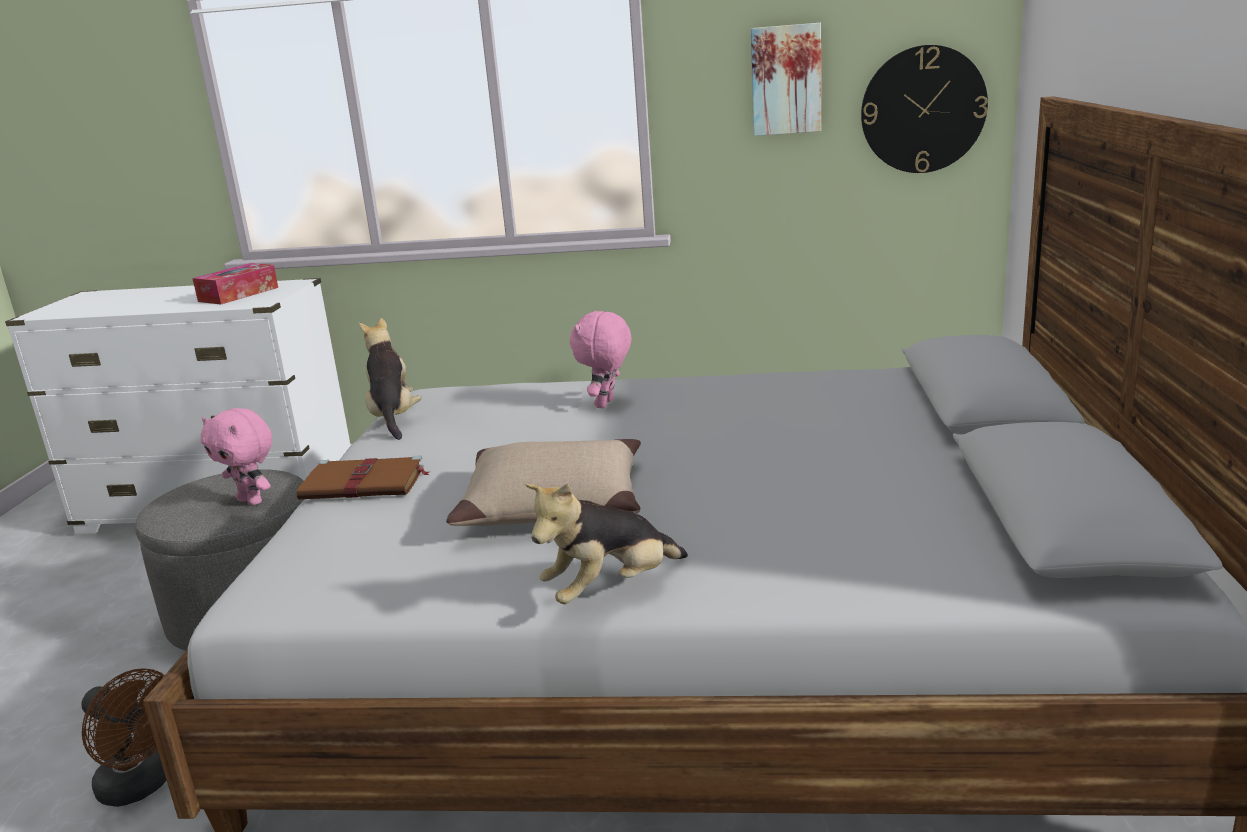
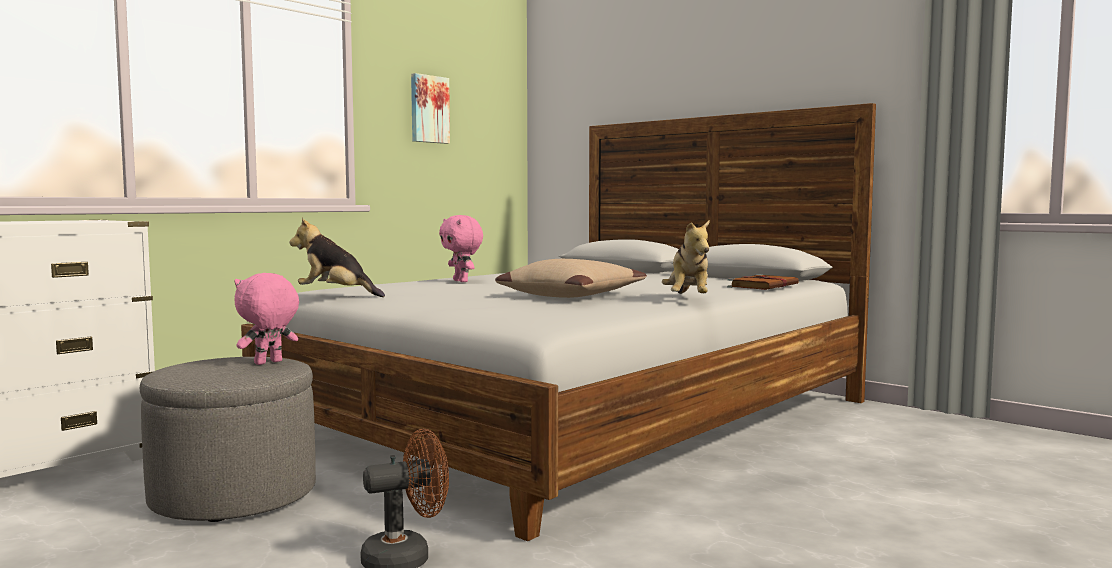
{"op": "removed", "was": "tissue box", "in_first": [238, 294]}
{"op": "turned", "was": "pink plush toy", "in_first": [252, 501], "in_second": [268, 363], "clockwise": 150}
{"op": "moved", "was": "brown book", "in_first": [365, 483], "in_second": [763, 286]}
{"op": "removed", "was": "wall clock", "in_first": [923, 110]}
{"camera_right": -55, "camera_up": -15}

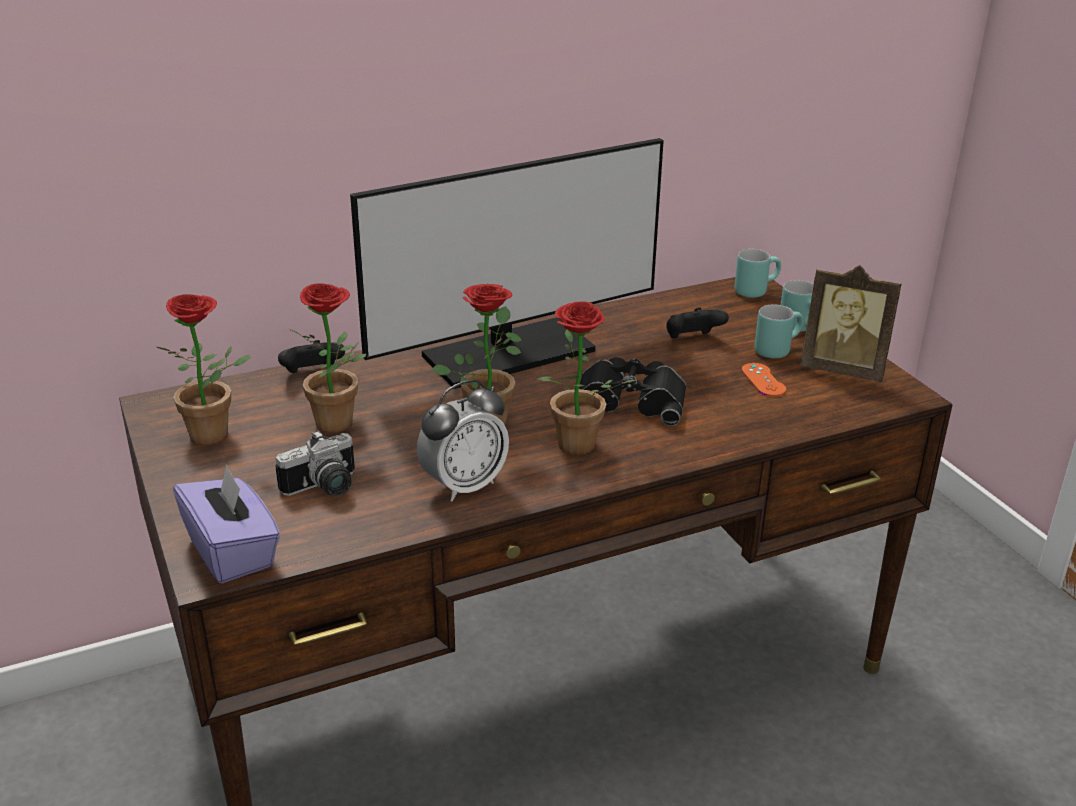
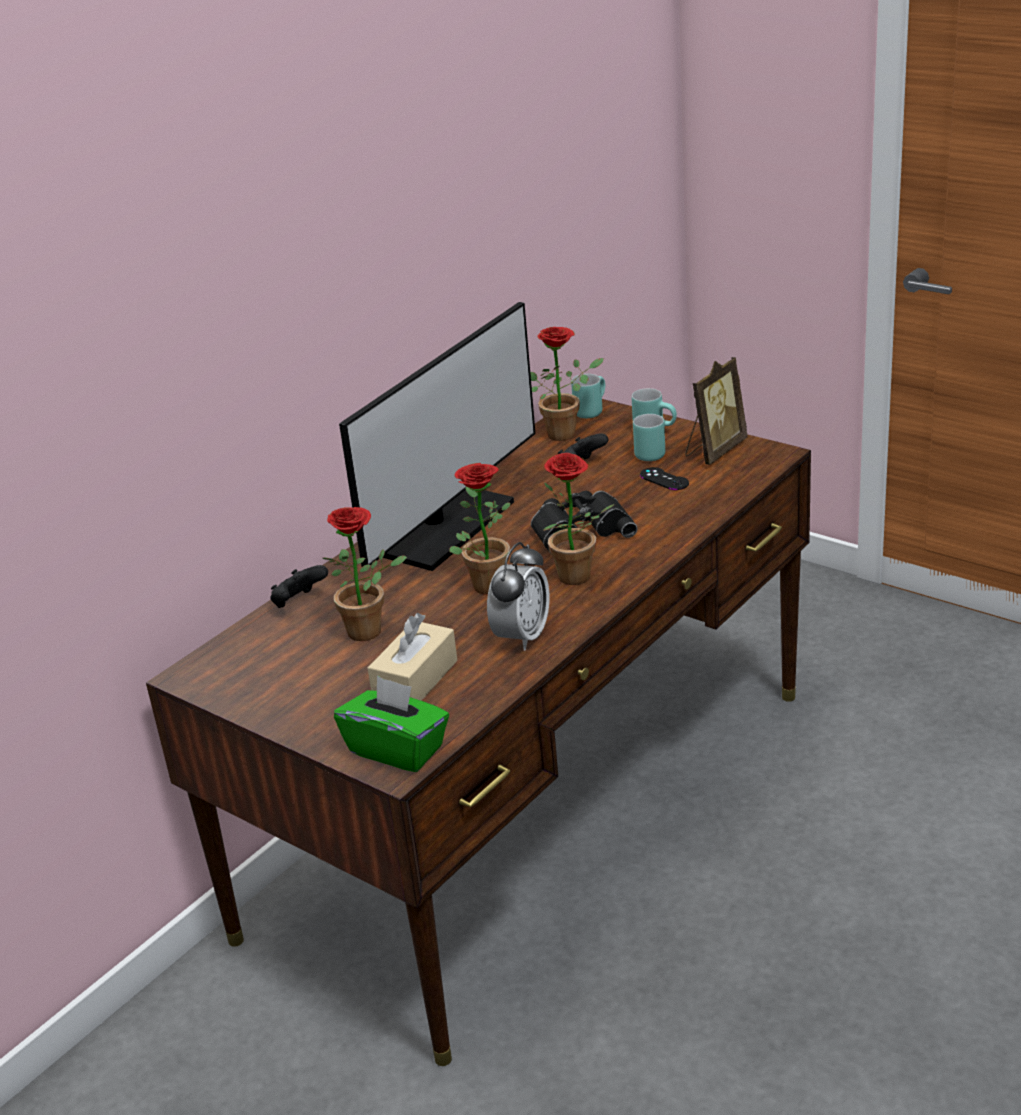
{"op": "moved", "was": "potted plant", "in_first": [217, 435], "in_second": [567, 433]}
{"op": "recoloured", "was": "purple tissue box", "now": "green tissue box", "in_first": [232, 551], "in_second": [397, 749]}
{"op": "replaced", "was": "photo camera", "now": "beige tissue box", "in_first": [324, 488], "in_second": [415, 680]}
{"op": "recoloured", "was": "orange game controller", "now": "black game controller", "in_first": [763, 380], "in_second": [664, 479]}
{"op": "turned", "was": "picture frame", "in_first": [843, 369], "in_second": [714, 451], "clockwise": -45}
{"camera_right": -25, "camera_up": 0}

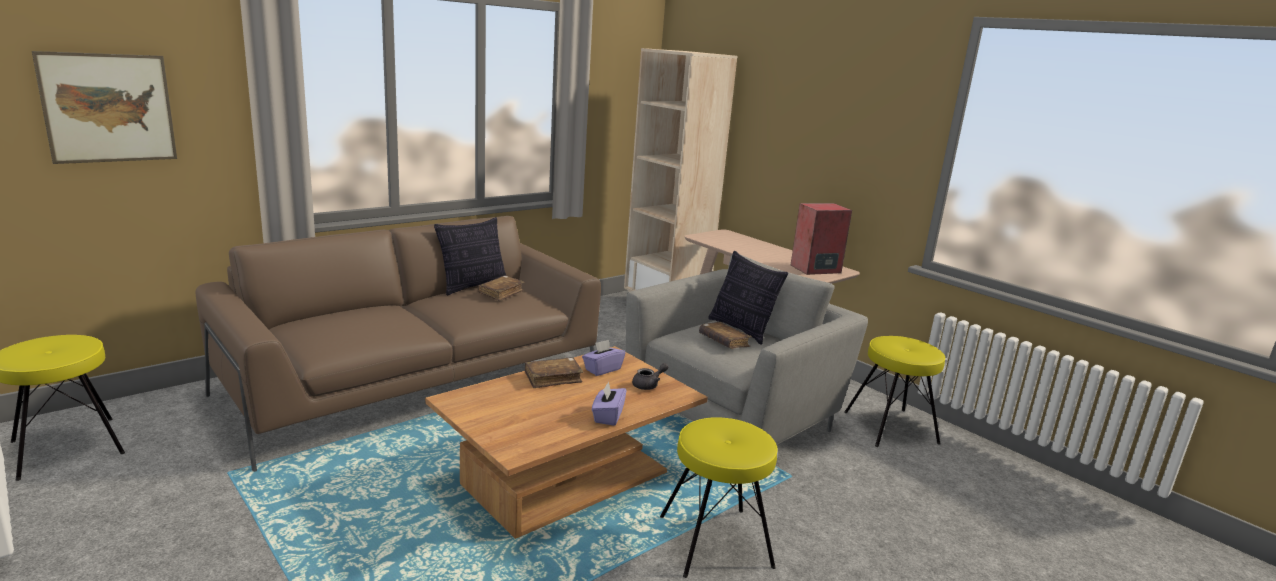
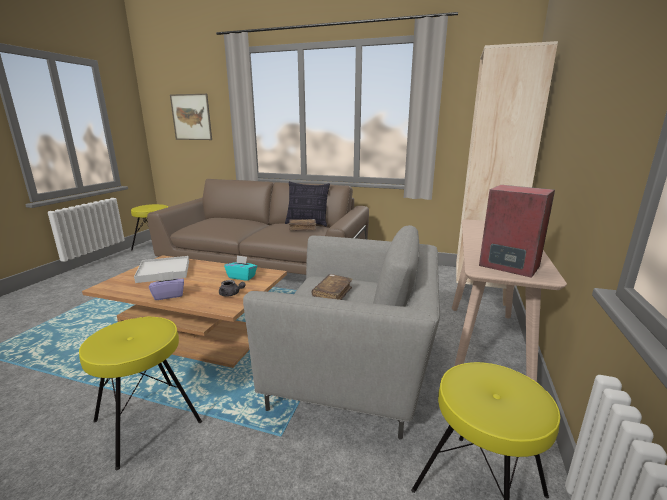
{"op": "removed", "was": "brown book", "in_first": [553, 378]}
{"op": "recoloured", "was": "purple tissue box", "now": "turquoise tissue box", "in_first": [602, 369], "in_second": [242, 277]}
{"op": "removed", "was": "pillow", "in_first": [741, 330]}
{"op": "added", "now": "white tray", "in_second": [164, 271]}
{"camera_right": 60, "camera_up": 0}

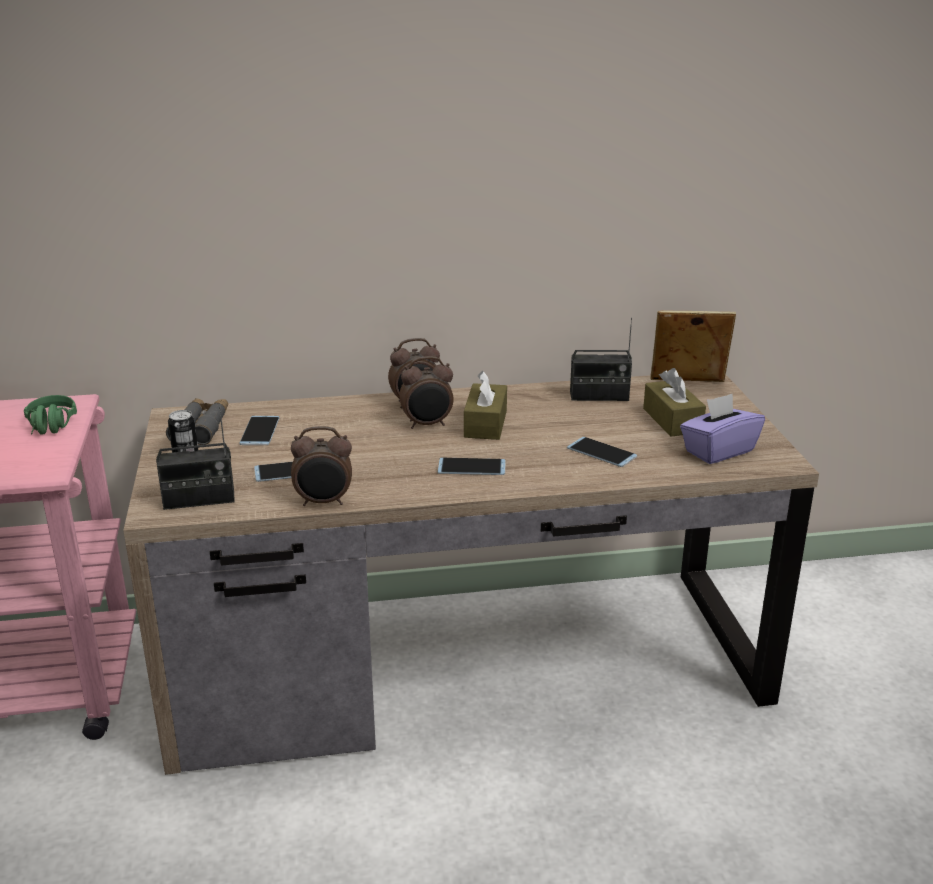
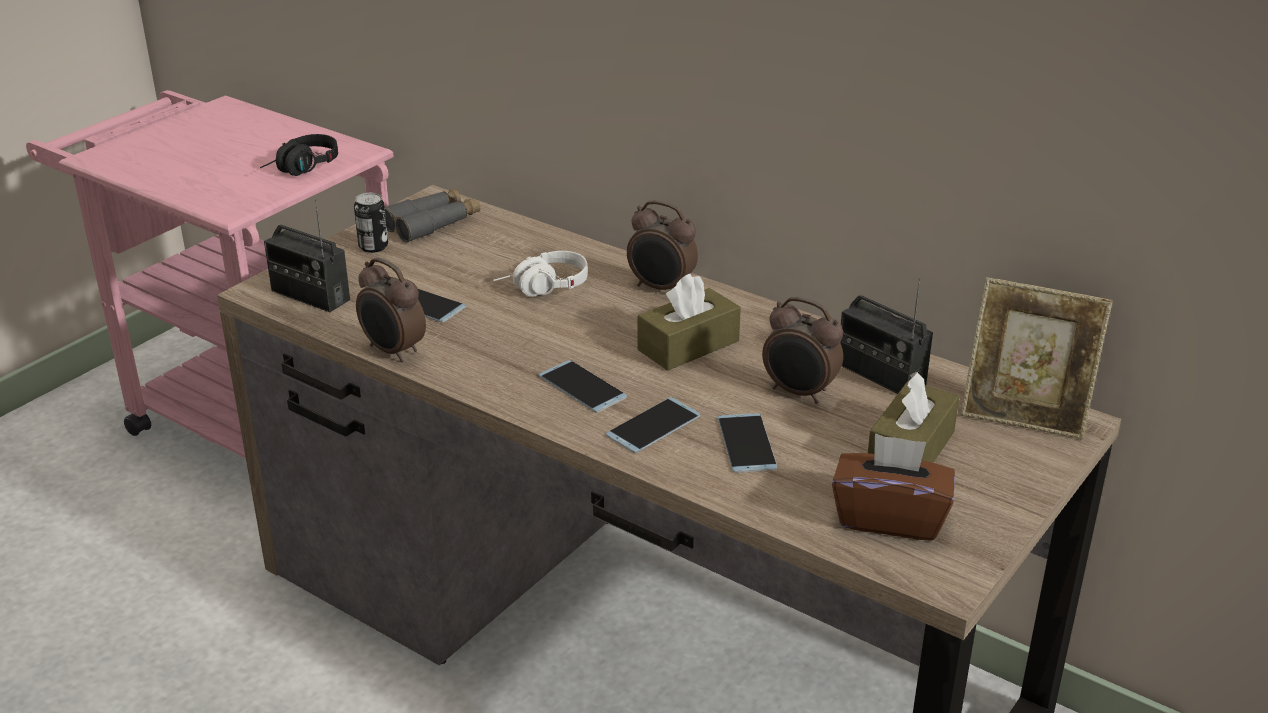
{"op": "recoloured", "was": "green headphones", "now": "black headphones", "in_first": [51, 428], "in_second": [301, 169]}
{"op": "moved", "was": "phone", "in_first": [260, 431], "in_second": [653, 426]}
{"op": "moved", "was": "alarm clock", "in_first": [427, 425], "in_second": [799, 393]}
{"op": "turned", "was": "picture frame", "in_first": [687, 386], "in_second": [1024, 416], "clockwise": 150}
{"op": "recoloured", "was": "purple tissue box", "now": "brown tissue box", "in_first": [718, 451], "in_second": [889, 518]}
{"op": "added", "now": "white headphones", "in_second": [542, 288]}
{"camera_right": 45, "camera_up": 5}

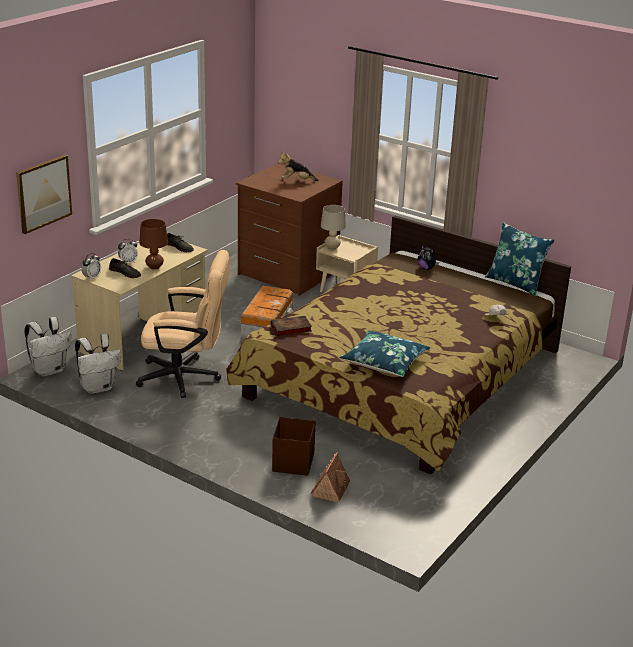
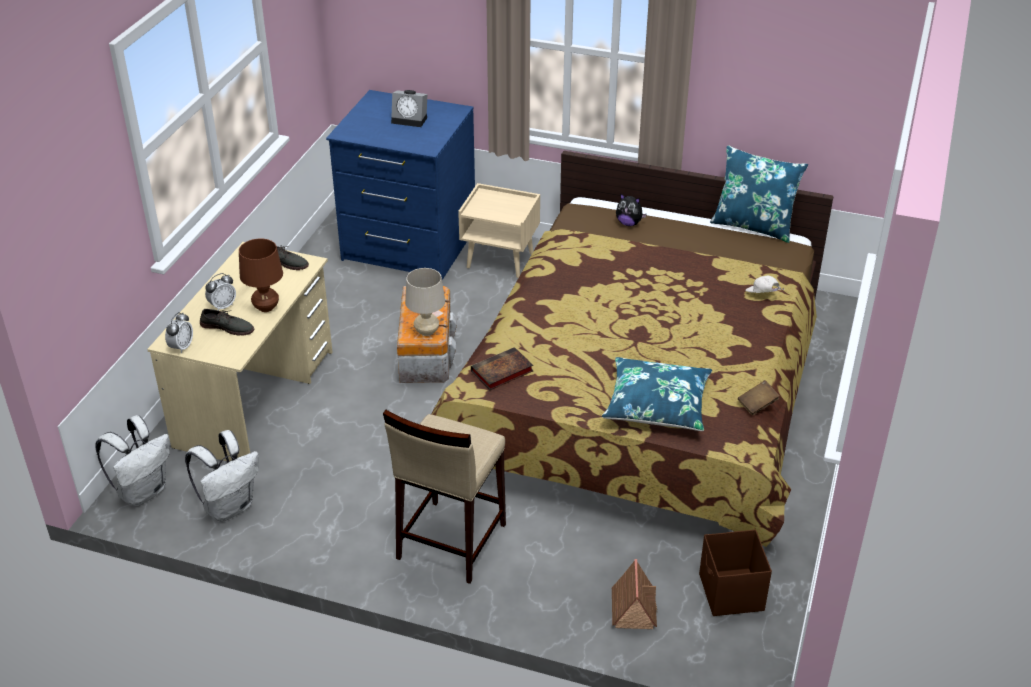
{"op": "removed", "was": "picture", "in_first": [43, 193]}
{"op": "removed", "was": "beige office chair", "in_first": [186, 377]}
{"op": "recoloured", "was": "brown dresser", "now": "blue dresser", "in_first": [287, 273], "in_second": [408, 245]}
{"op": "moved", "was": "brown storage box", "in_first": [292, 463], "in_second": [731, 593]}
{"op": "replaced", "was": "plush toy", "now": "alarm clock", "in_first": [296, 181], "in_second": [411, 119]}
{"op": "moved", "was": "beige table lamp", "in_first": [332, 248], "in_second": [426, 332]}
{"op": "added", "now": "beige stool", "in_second": [450, 541]}
{"op": "added", "now": "brown book", "in_second": [757, 405]}
{"camera_right": -15, "camera_up": 10}

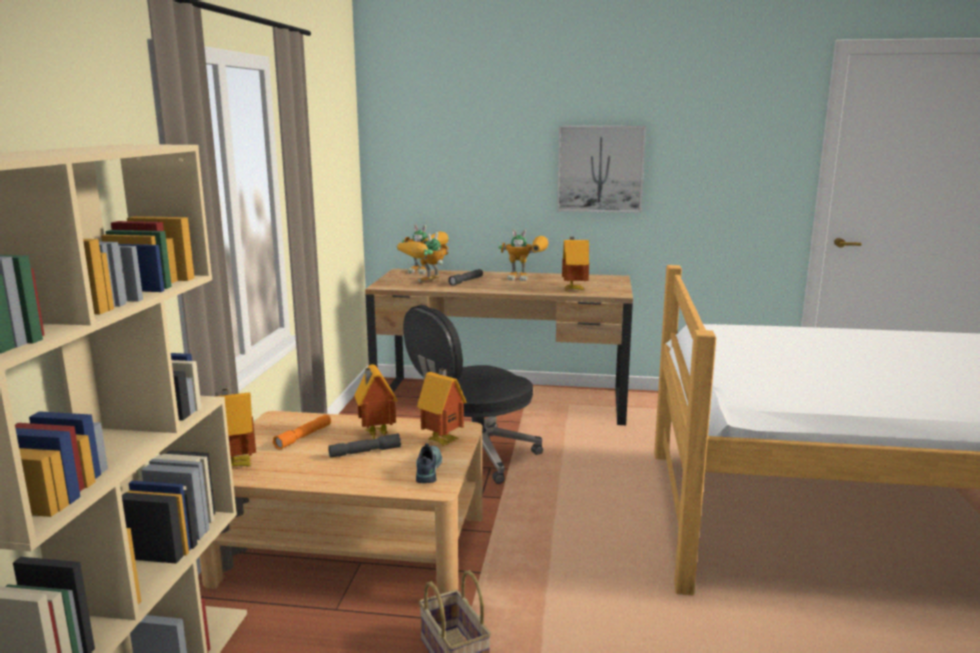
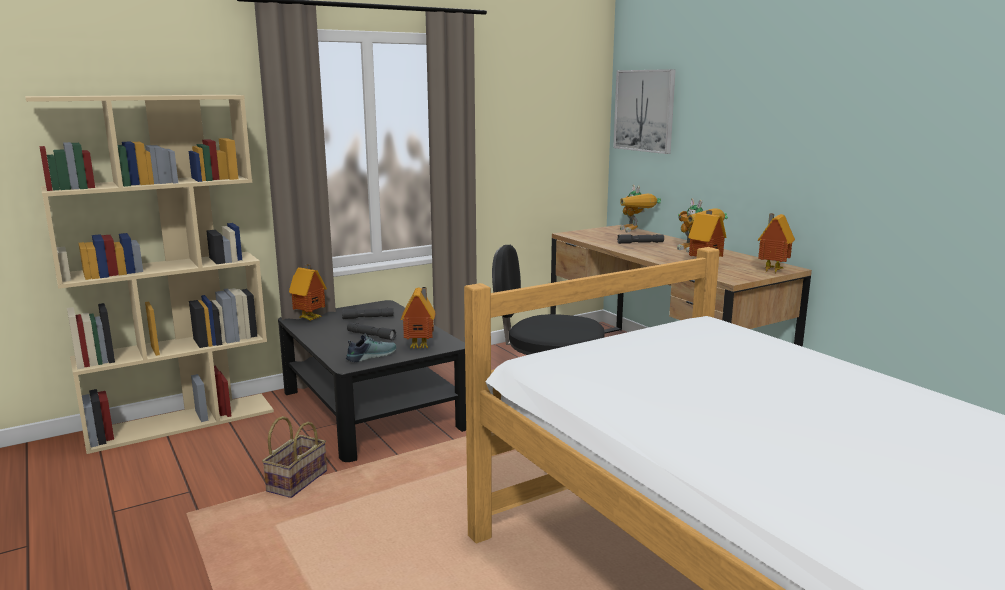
{"op": "recoloured", "was": "beige coffee table", "now": "black coffee table", "in_first": [352, 548], "in_second": [372, 409]}
{"op": "recoloured", "was": "orange flashlight", "now": "grey flashlight", "in_first": [303, 437], "in_second": [368, 317]}
{"op": "moved", "was": "toy house", "in_first": [375, 435], "in_second": [771, 270]}
{"op": "removed", "was": "toy robot", "in_first": [426, 283]}
{"op": "moved", "was": "picture", "in_first": [600, 169], "in_second": [644, 110]}
{"camera_right": 50, "camera_up": 0}

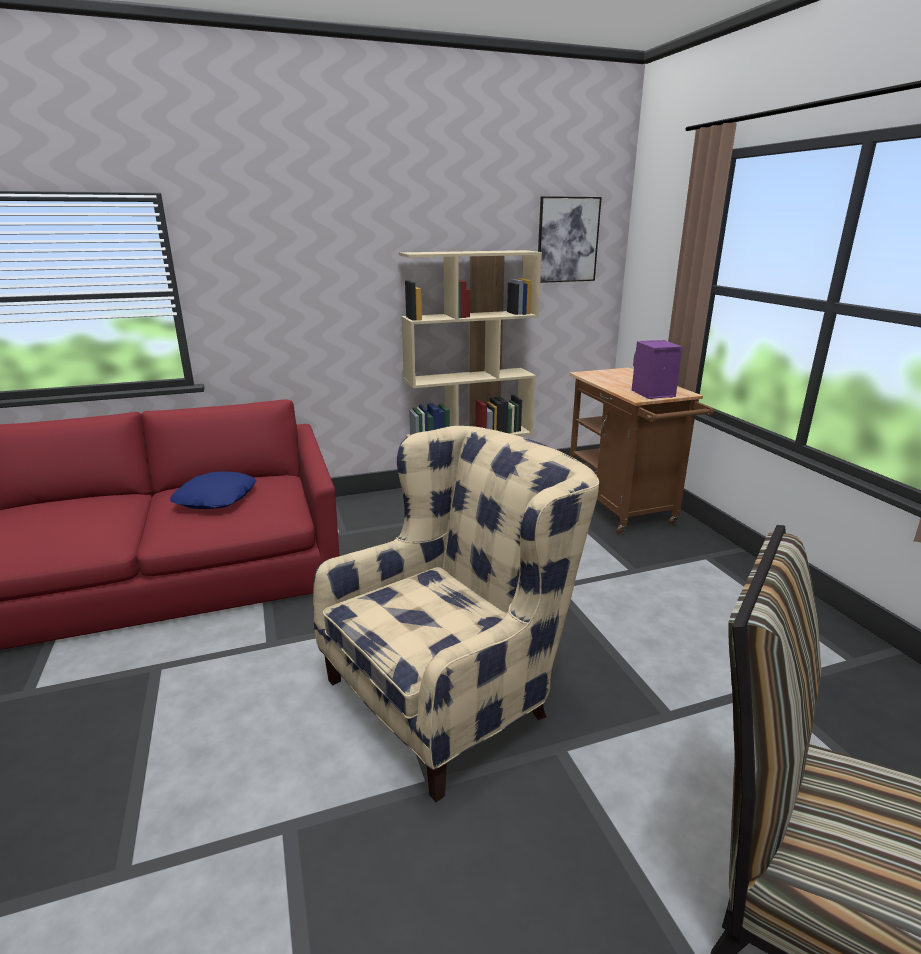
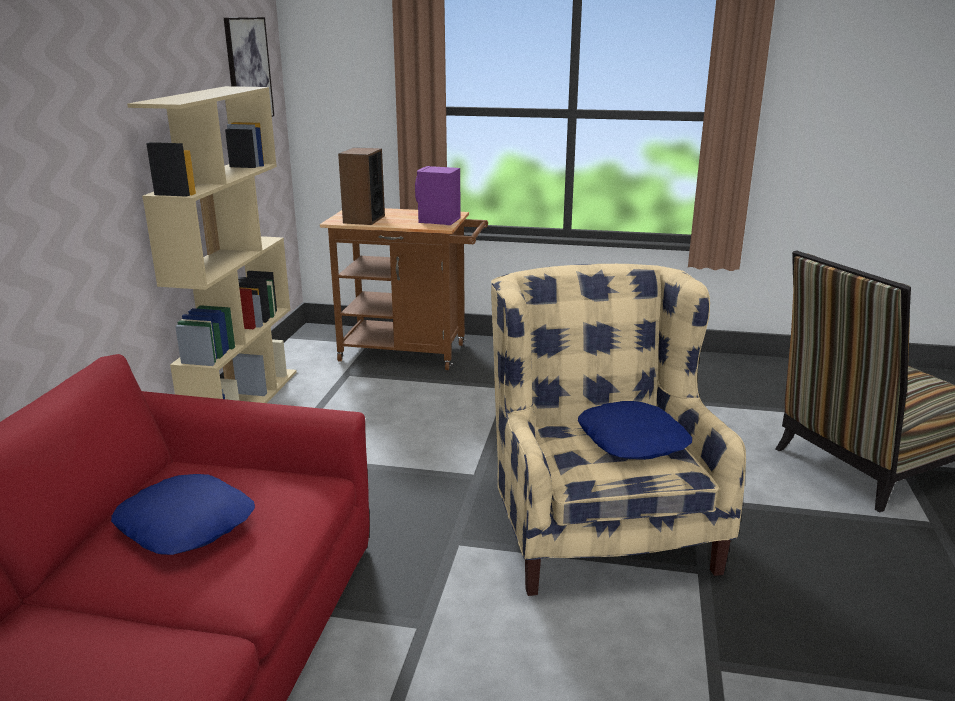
{"op": "added", "now": "speaker", "in_second": [363, 219]}
{"op": "added", "now": "blue pillow", "in_second": [633, 440]}
{"camera_right": -60, "camera_up": 0}

